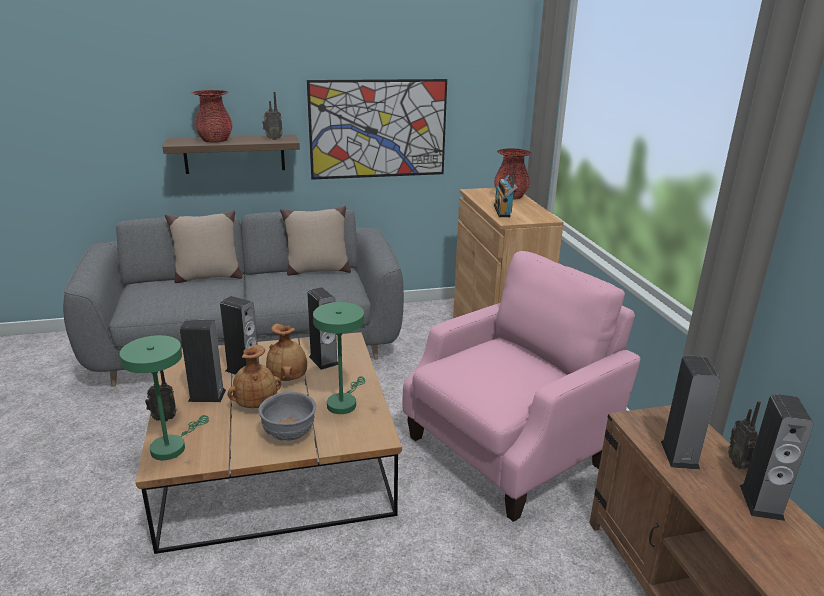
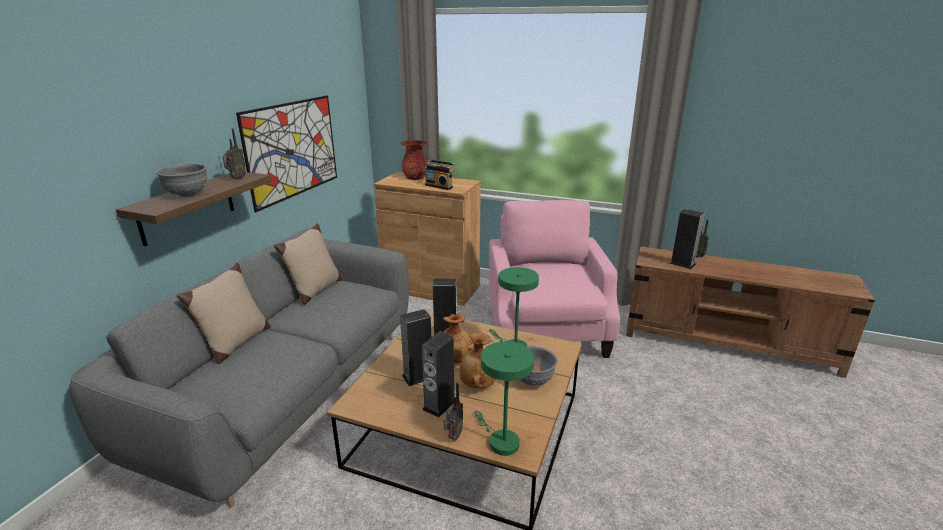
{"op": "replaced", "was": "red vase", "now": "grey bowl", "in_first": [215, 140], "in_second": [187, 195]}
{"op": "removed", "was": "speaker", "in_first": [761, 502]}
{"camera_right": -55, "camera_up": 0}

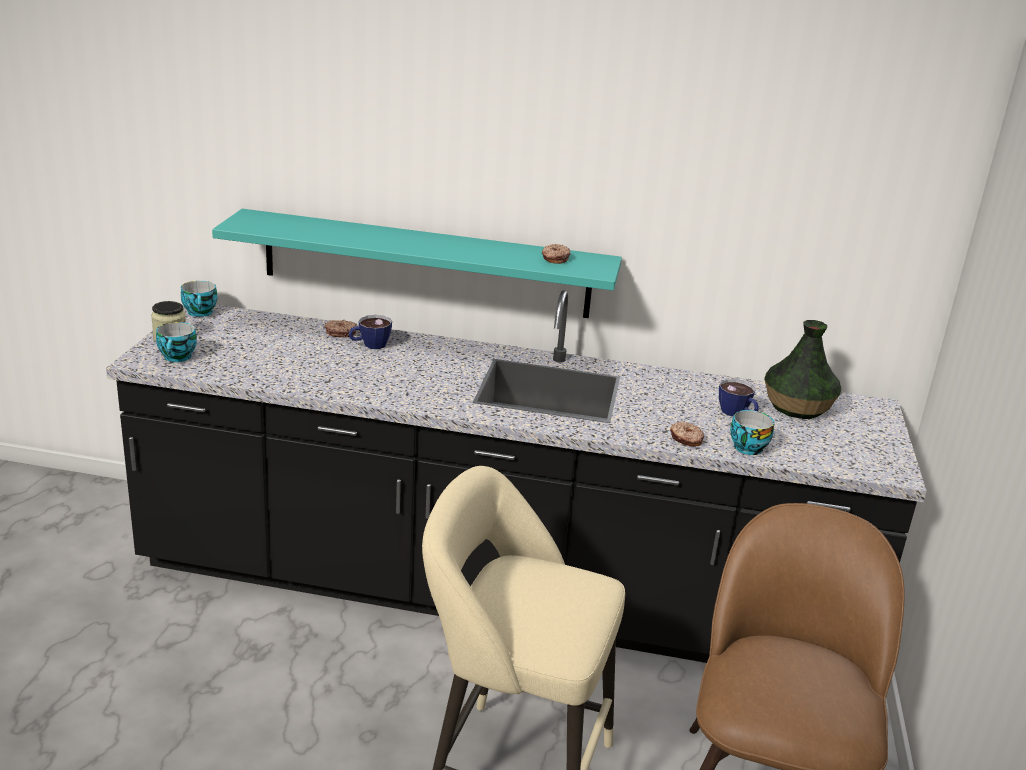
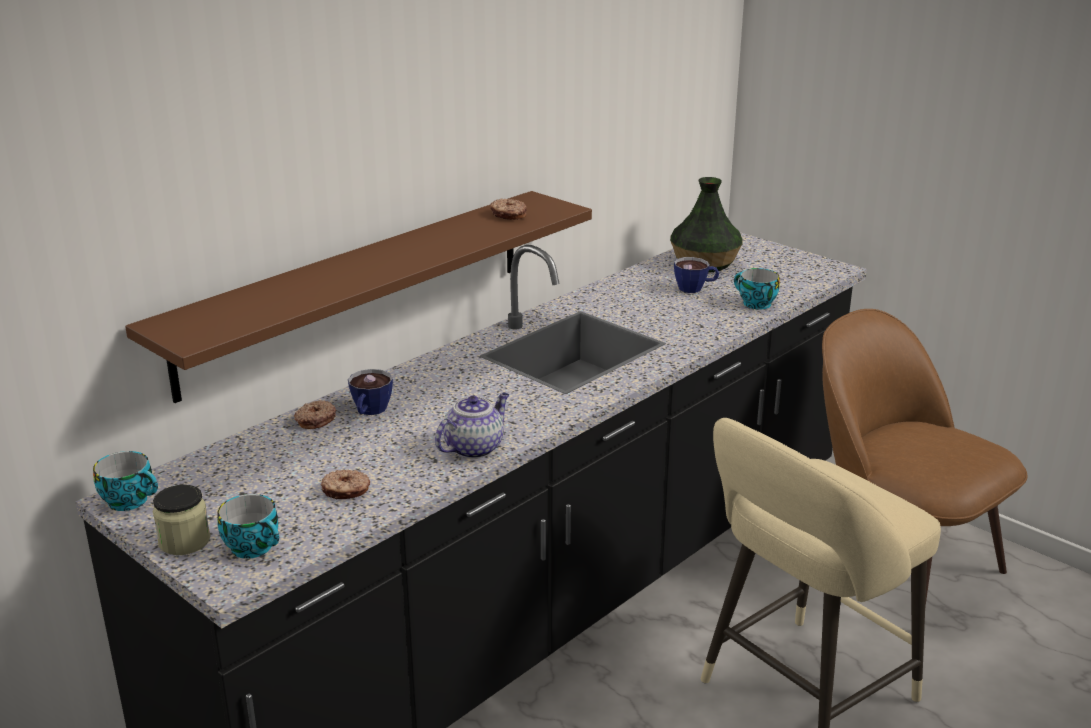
{"op": "recoloured", "was": "turquoise shelf", "now": "brown shelf", "in_first": [426, 264], "in_second": [359, 289]}
{"op": "moved", "was": "donut", "in_first": [686, 439], "in_second": [346, 491]}
{"op": "added", "now": "teapot", "in_second": [474, 448]}
{"camera_right": -55, "camera_up": 0}

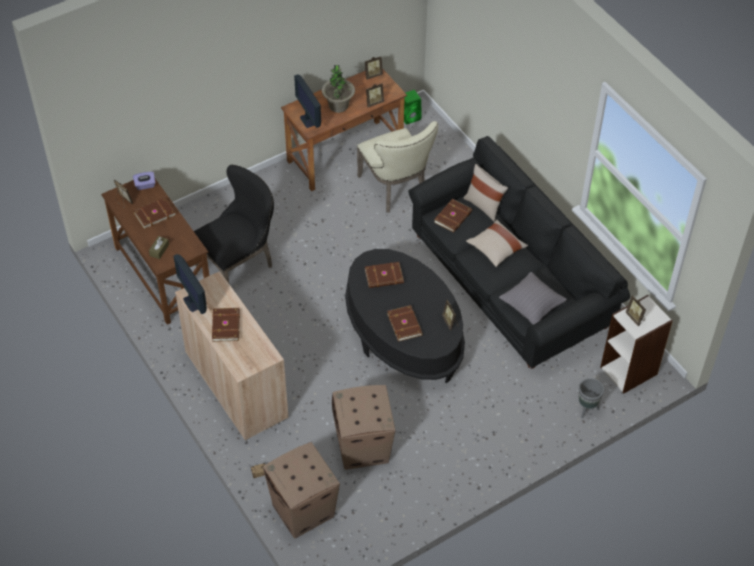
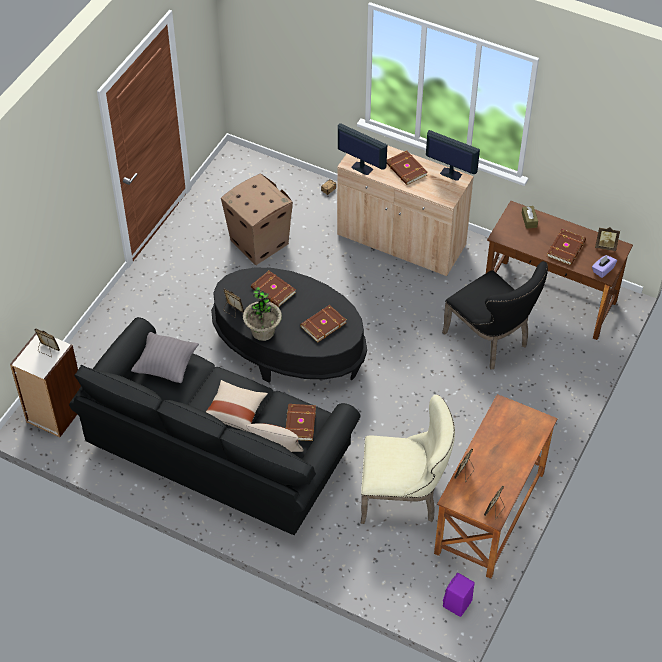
{"op": "turned", "was": "black chair", "in_first": [239, 265], "in_second": [491, 341], "clockwise": -60}
{"op": "removed", "was": "cardboard box", "in_first": [303, 511]}
{"op": "moved", "was": "monitor", "in_first": [308, 121], "in_second": [361, 168]}
{"op": "moved", "was": "potted plant", "in_first": [338, 106], "in_second": [263, 332]}
{"op": "turned", "was": "beige chair", "in_first": [396, 189], "in_second": [404, 497], "clockwise": 150}
{"op": "recoloured", "was": "green speaker", "now": "purple speaker", "in_first": [410, 117], "in_second": [457, 604]}
{"op": "removed", "was": "grey planter", "in_first": [586, 409]}
{"camera_right": 150, "camera_up": 0}

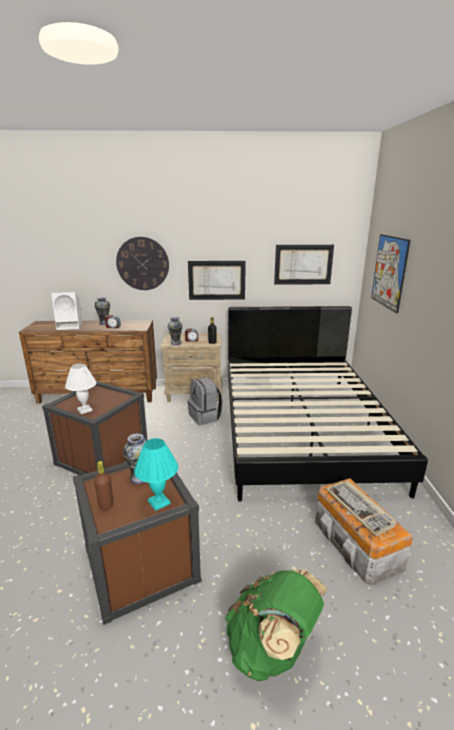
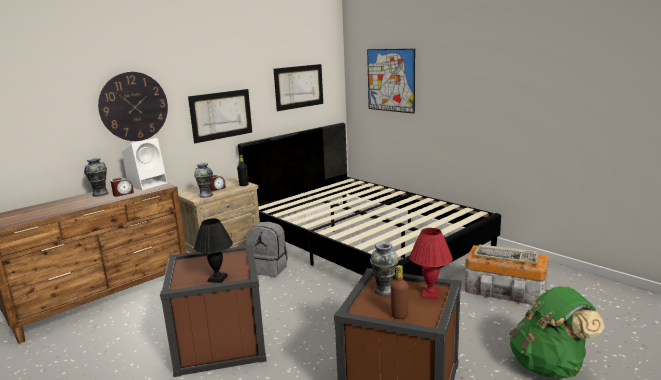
{"op": "moved", "was": "white speaker", "in_first": [70, 326], "in_second": [148, 184]}
{"op": "recoloured", "was": "white table lamp", "now": "black table lamp", "in_first": [85, 410], "in_second": [217, 278]}
{"op": "recoloured", "was": "turquoise table lamp", "now": "red table lamp", "in_first": [158, 502], "in_second": [429, 294]}
{"camera_right": -40, "camera_up": -5}

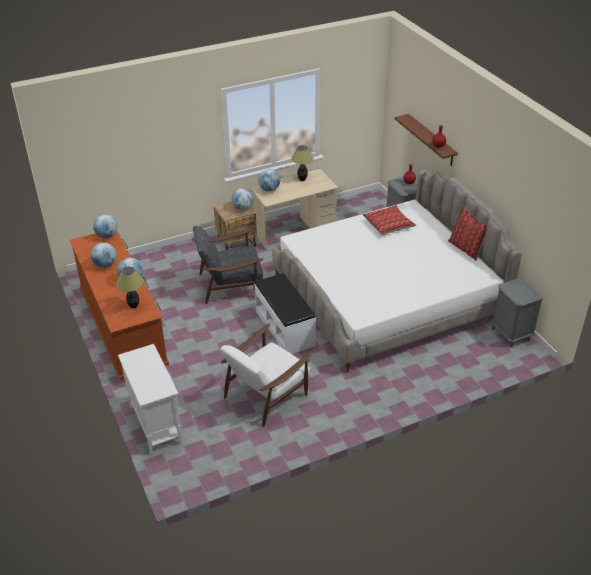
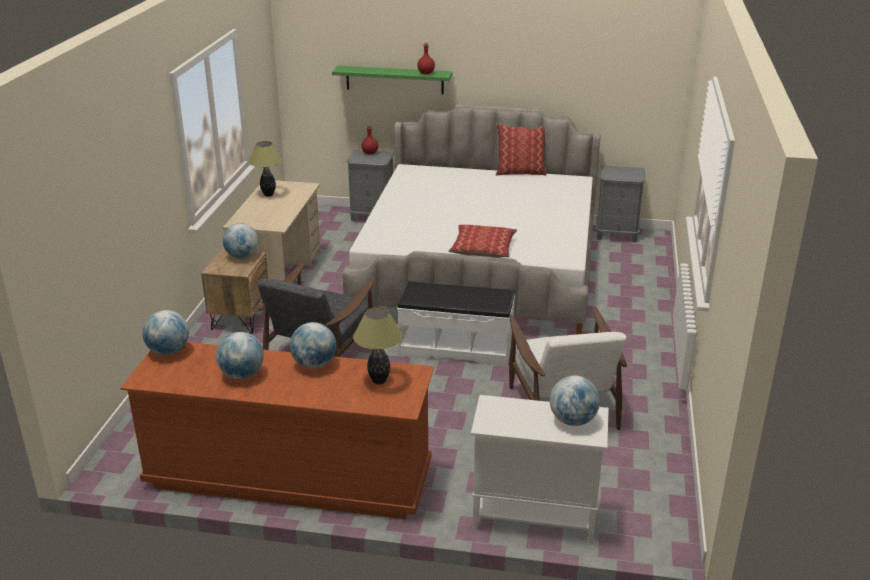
{"op": "moved", "was": "globe", "in_first": [269, 189], "in_second": [573, 421]}
{"op": "moved", "was": "pillow", "in_first": [388, 225], "in_second": [483, 248]}
{"op": "recoloured", "was": "brown shelf", "now": "green shelf", "in_first": [431, 140], "in_second": [394, 80]}
{"camera_right": -55, "camera_up": -10}

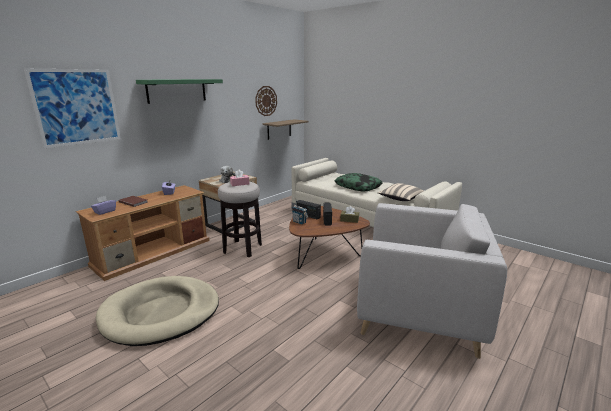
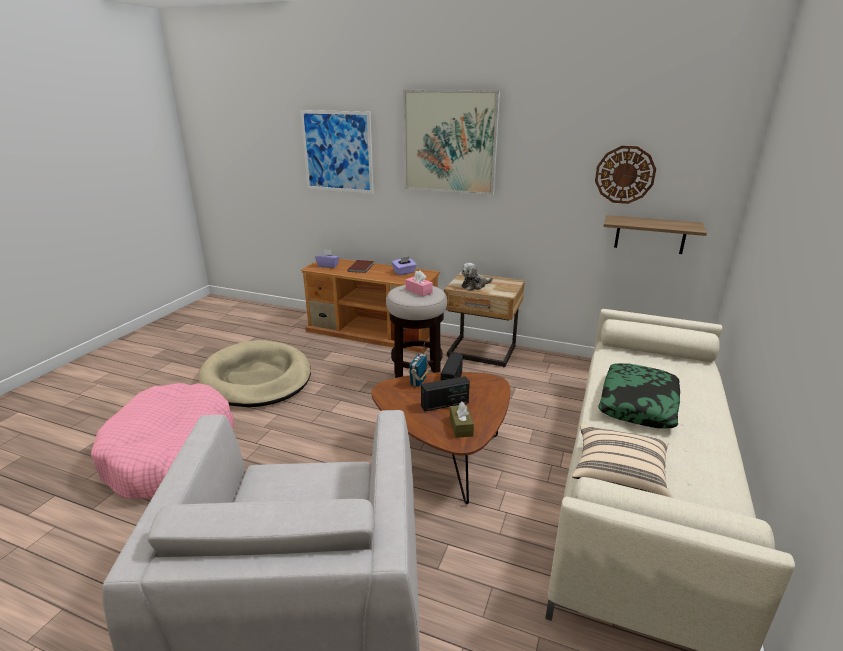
{"op": "replaced", "was": "green shelf", "now": "picture", "in_first": [177, 90], "in_second": [450, 142]}
{"op": "added", "now": "pink dog bed", "in_second": [172, 454]}
{"camera_right": 70, "camera_up": 5}

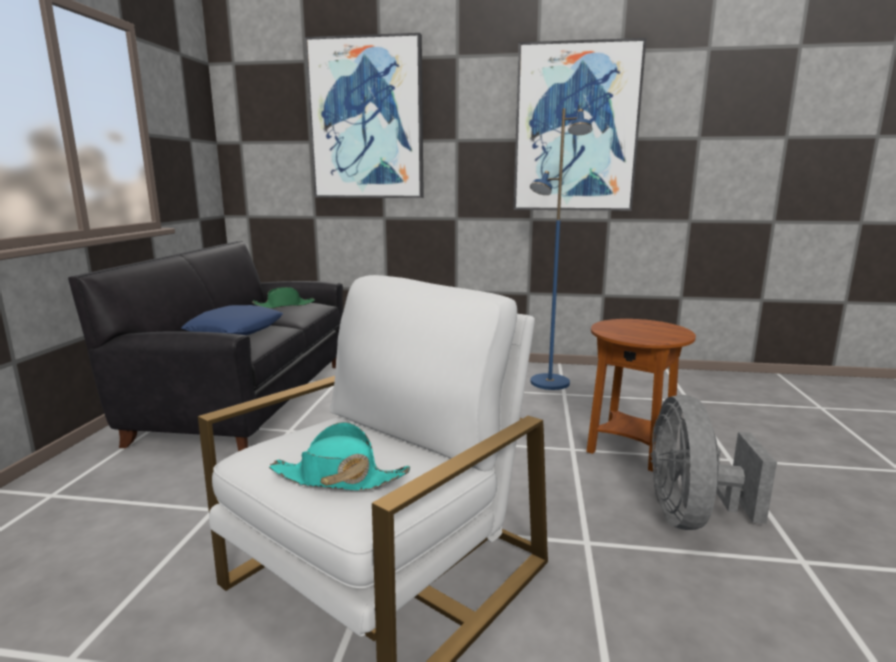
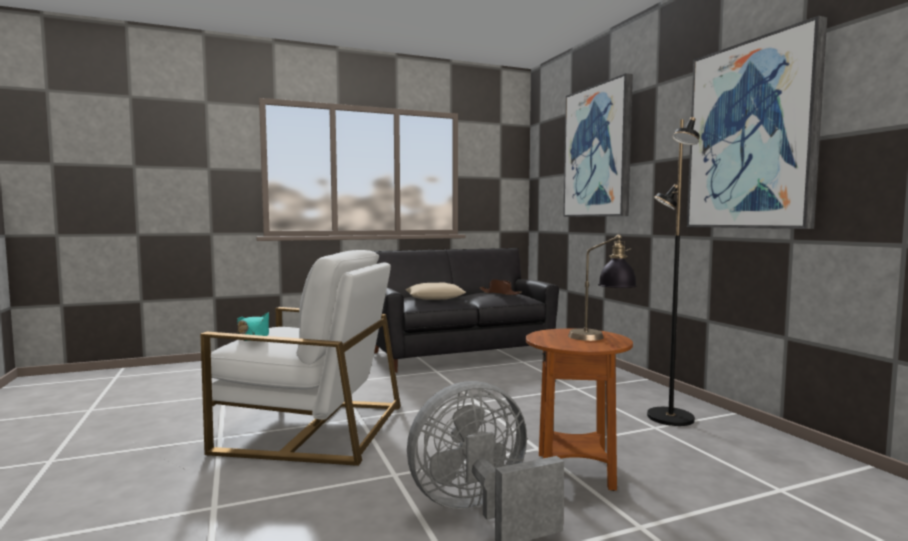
{"op": "recoloured", "was": "blue pillow", "now": "beige pillow", "in_first": [235, 330], "in_second": [435, 297]}
{"op": "recoloured", "was": "green hat", "now": "brown hat", "in_first": [284, 305], "in_second": [500, 293]}
{"op": "recoloured", "was": "blue floor lamp", "now": "black floor lamp", "in_first": [549, 383], "in_second": [669, 418]}
{"op": "added", "now": "table lamp", "in_second": [600, 338]}
{"camera_right": 60, "camera_up": -10}

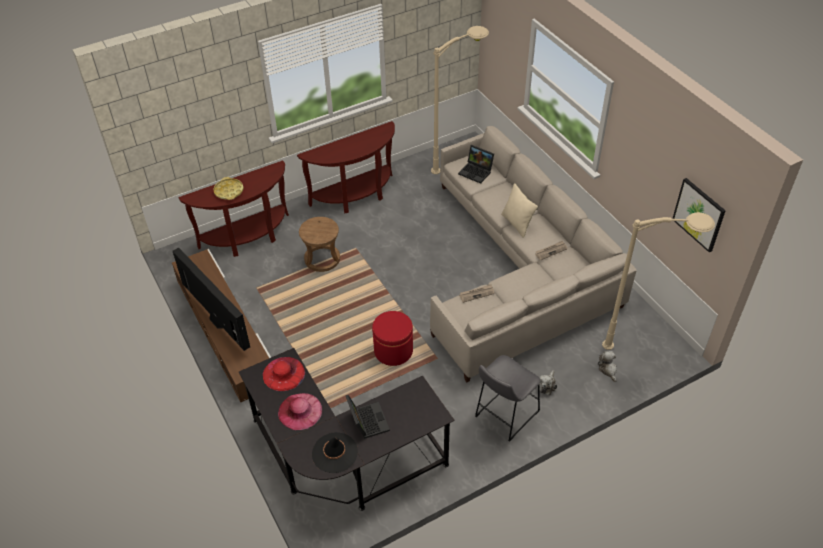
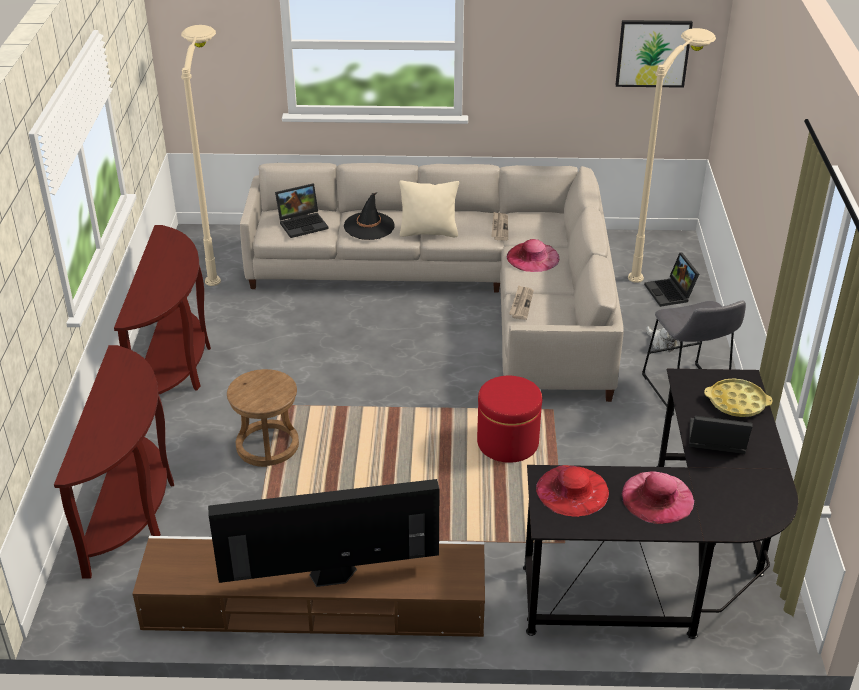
{"op": "moved", "was": "yellow tray", "in_first": [229, 191], "in_second": [737, 402]}
{"op": "moved", "was": "black hat", "in_first": [334, 453], "in_second": [369, 226]}
{"op": "replaced", "was": "plush toy", "now": "laptop", "in_first": [608, 369], "in_second": [671, 293]}
{"op": "added", "now": "pink hat", "in_second": [533, 257]}
{"camera_right": -60, "camera_up": -10}

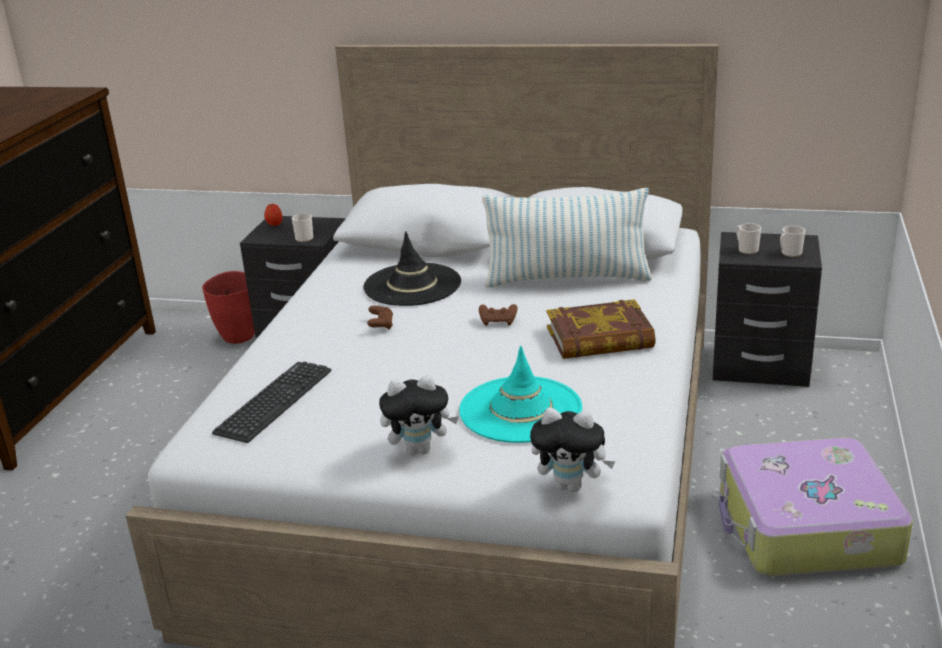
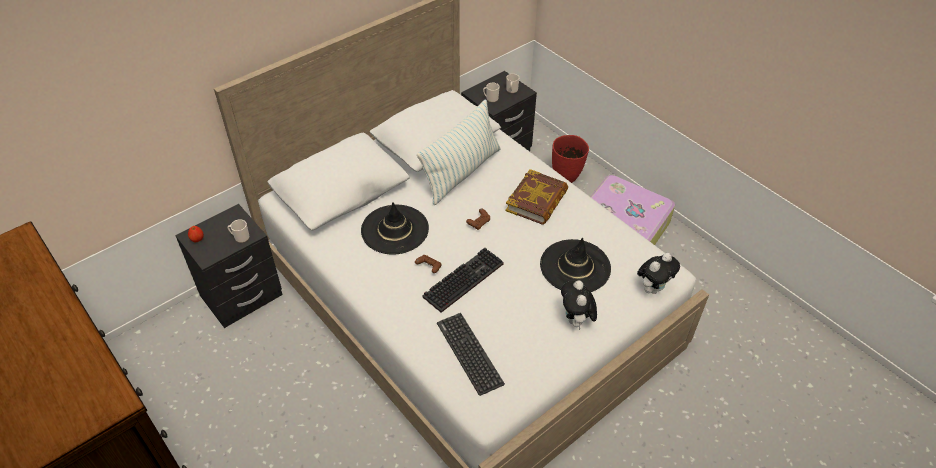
{"op": "moved", "was": "red vase", "in_first": [239, 337], "in_second": [566, 177]}
{"op": "turned", "was": "plush toy", "in_first": [420, 449], "in_second": [576, 321], "clockwise": 150}
{"op": "recoloured", "was": "turquoise hat", "now": "black hat", "in_first": [520, 410], "in_second": [575, 266]}
{"op": "added", "now": "keyboard", "in_second": [463, 278]}
{"camera_right": -55, "camera_up": 20}

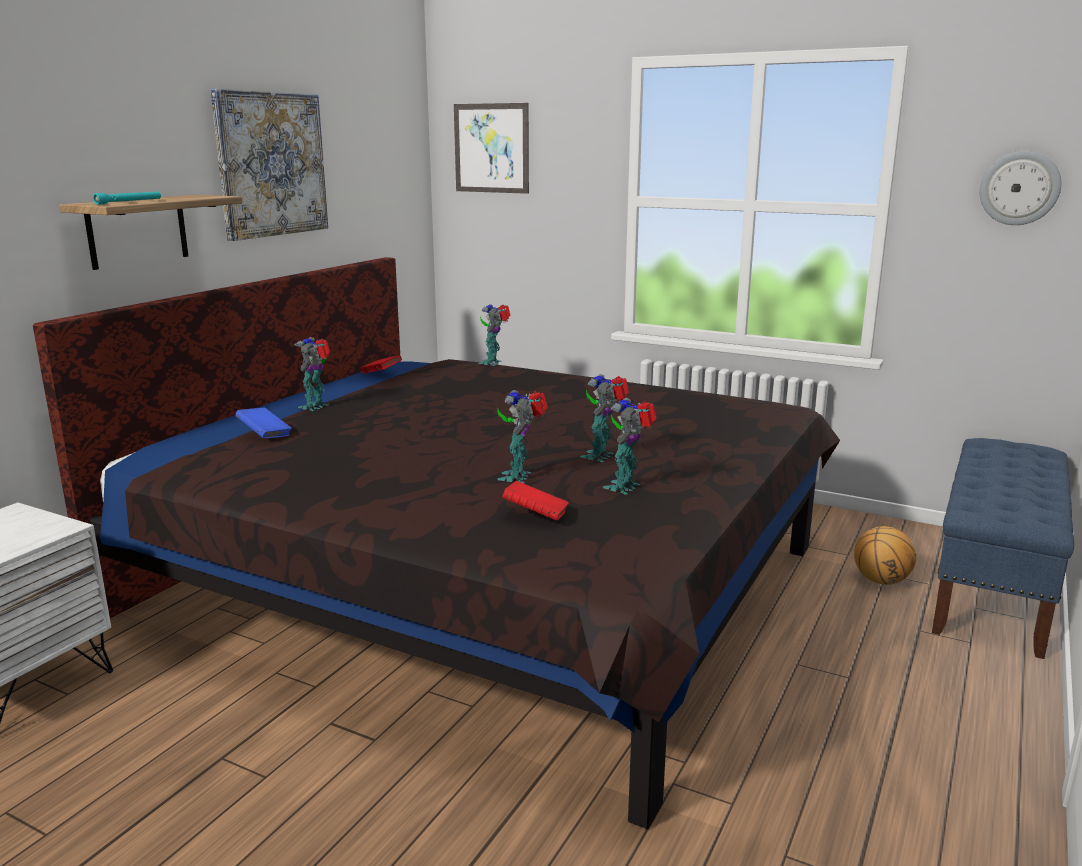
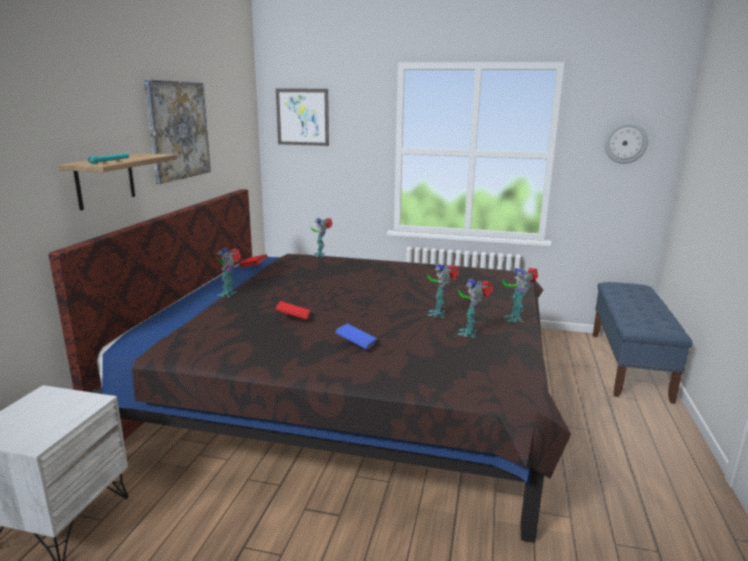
{"op": "moved", "was": "blue book", "in_first": [265, 435], "in_second": [356, 345]}
{"op": "moved", "was": "toy robot", "in_first": [519, 476], "in_second": [516, 318]}
{"op": "moved", "was": "red book", "in_first": [535, 516], "in_second": [293, 319]}
{"op": "removed", "was": "basketball", "in_first": [880, 581]}
{"camera_right": -15, "camera_up": 0}

